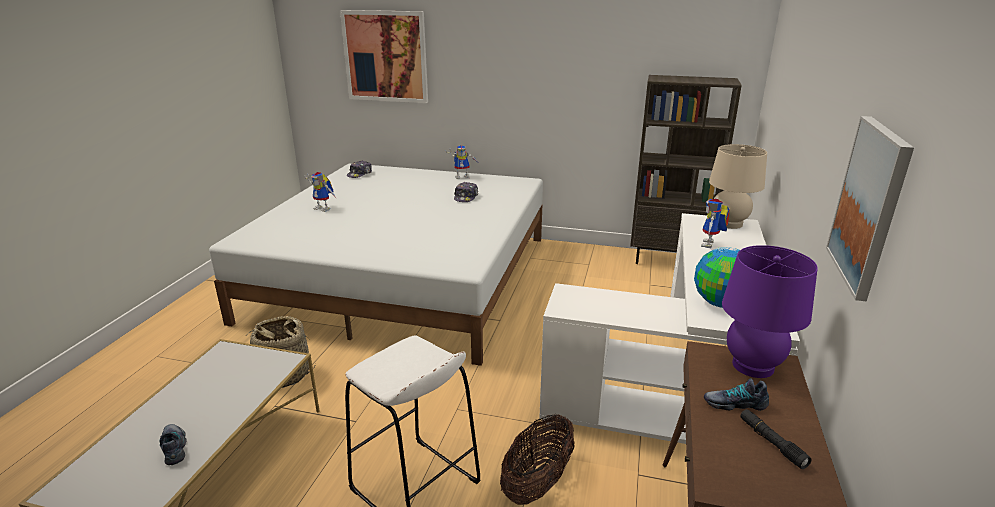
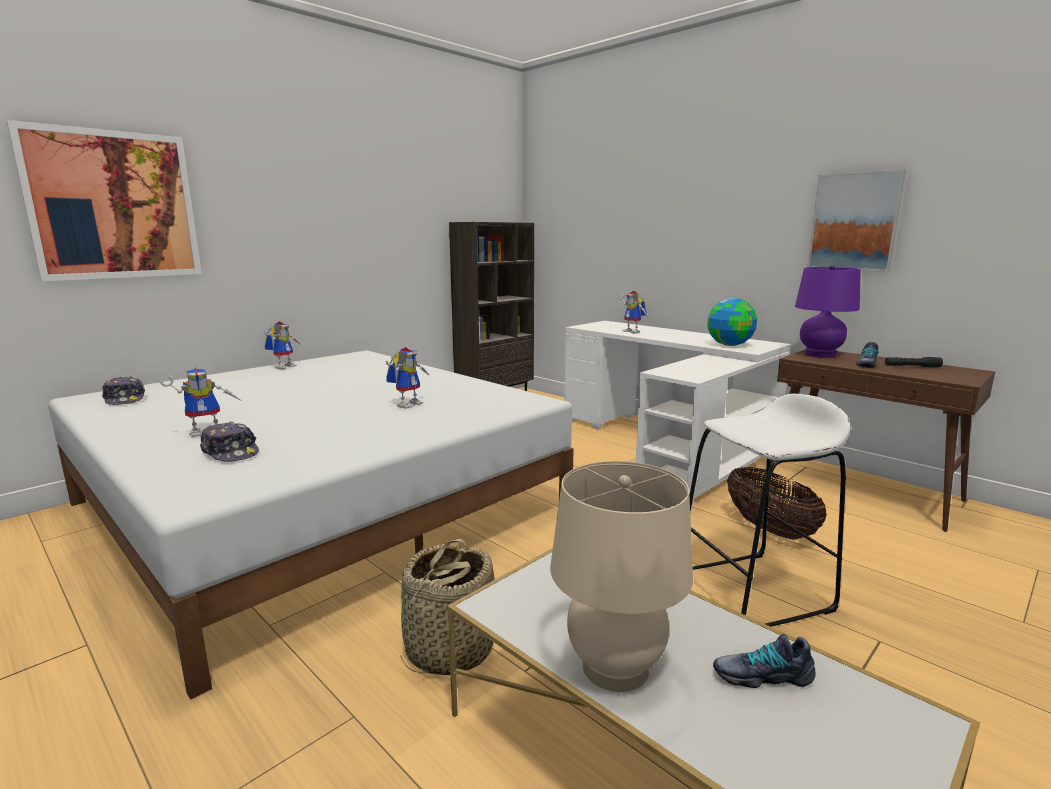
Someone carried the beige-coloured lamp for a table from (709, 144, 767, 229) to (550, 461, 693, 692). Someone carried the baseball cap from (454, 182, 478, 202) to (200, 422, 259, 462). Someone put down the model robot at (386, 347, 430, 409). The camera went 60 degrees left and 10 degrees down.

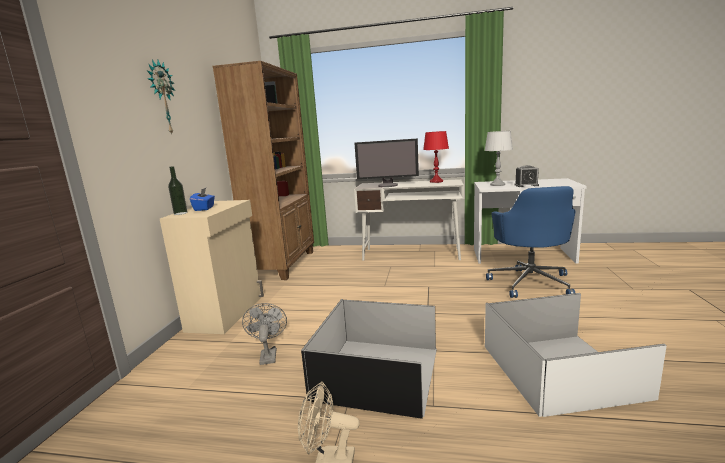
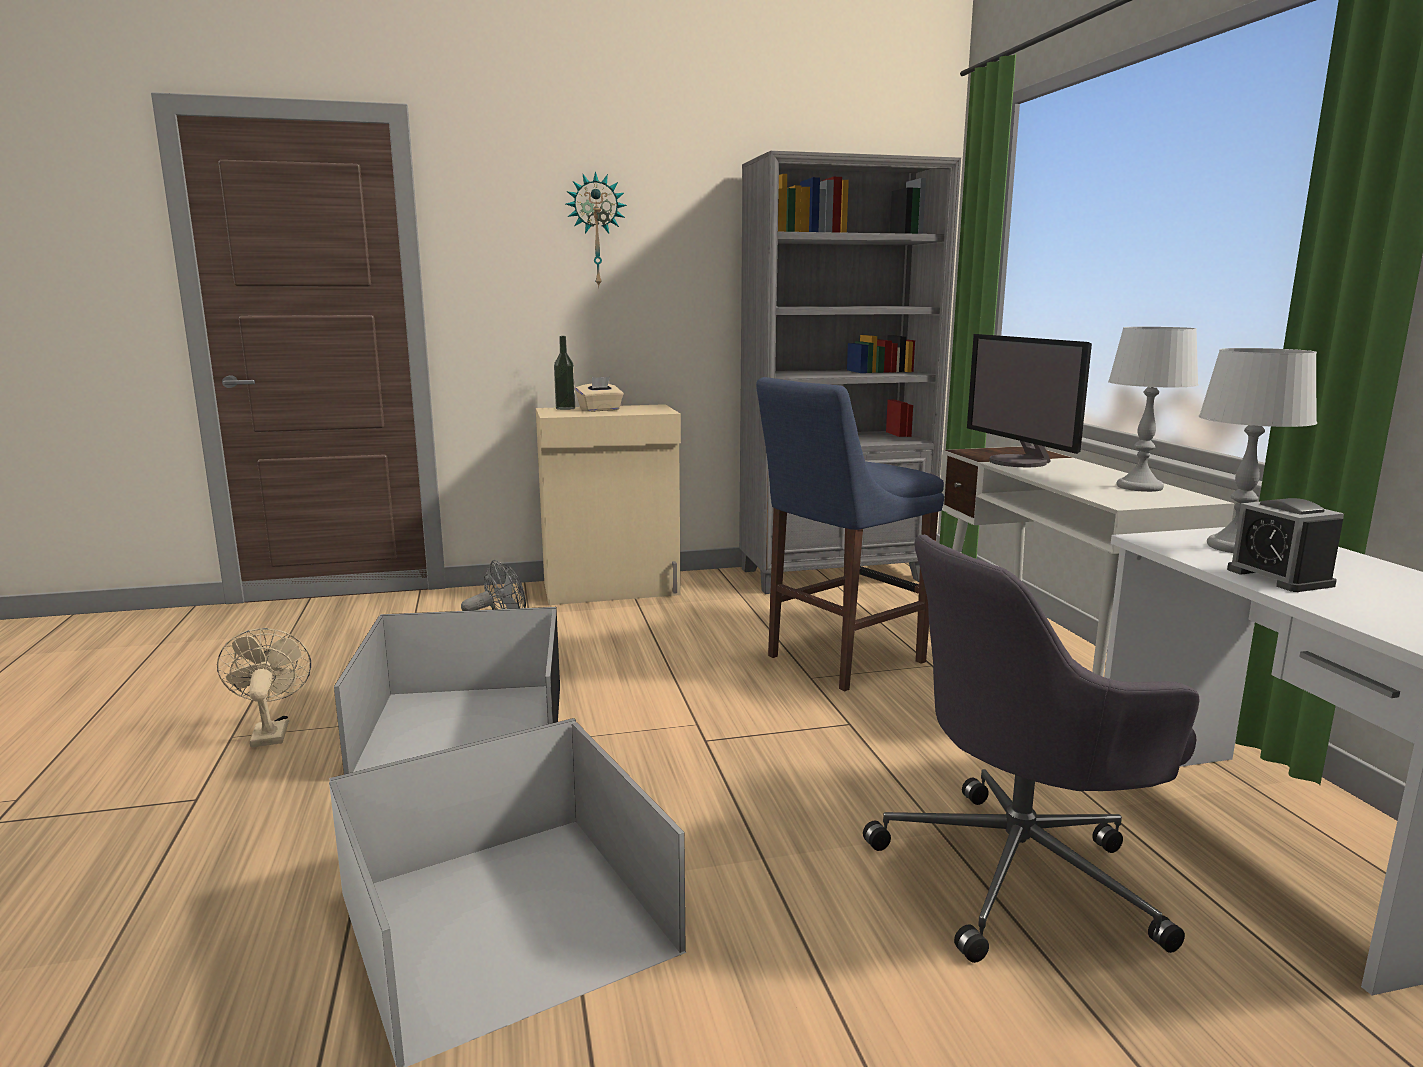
Someone repainted the brown bookshelf at (212, 61, 314, 280), which became the grey bookshelf at (739, 151, 961, 594). Someone repainted the red-coloured lamp for a table at (423, 131, 449, 183), which became the grey lamp for a table at (1108, 327, 1199, 492). Someone repainted the blue-coloured desk chair at (486, 186, 576, 298), which became the grey desk chair at (863, 535, 1199, 963). Someone repainted the blue-coloured tissue holder at (190, 188, 215, 211), which became the beige-coloured tissue holder at (575, 377, 624, 412). Someone put down the blue-coloured stool seat at (756, 377, 944, 691). The camera went 65 degrees right and 0 degrees up.

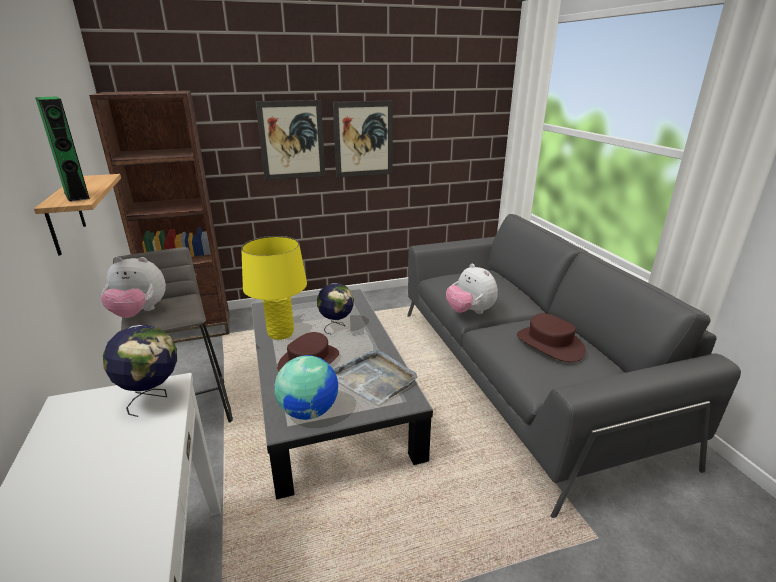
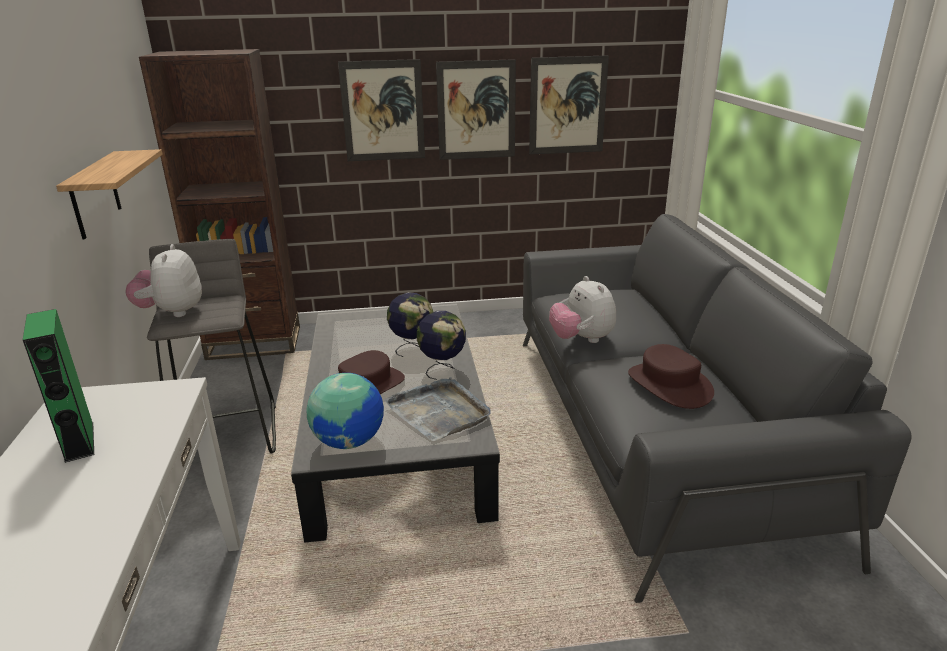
Someone carried the greenish speaker from (35, 97, 90, 202) to (23, 309, 94, 463). Someone took away the yellowish lamp for a table at (241, 236, 307, 340). Someone rotated the plush toy at (101, 257, 166, 318) by 75 degrees clockwise. Someone carried the globe from (103, 325, 177, 417) to (417, 311, 466, 380). Someone put up the wall art at (529, 55, 609, 155). The camera went 10 degrees right and 0 degrees up.

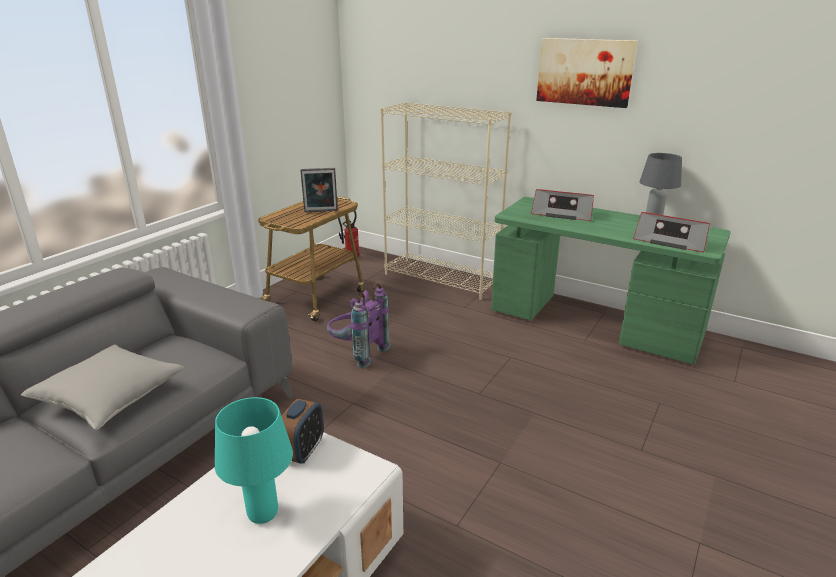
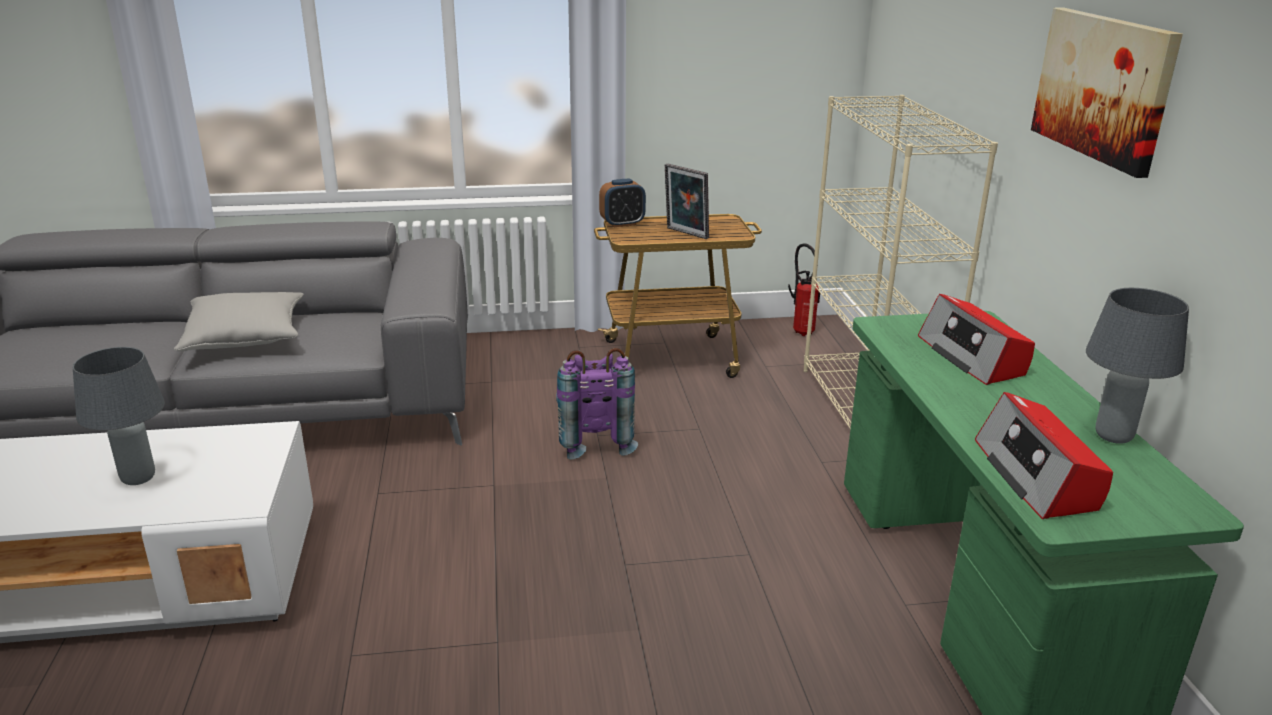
Someone repainted the turquoise-coloured lamp for a table at (215, 397, 293, 524), which became the grey lamp for a table at (73, 347, 165, 485). Someone carried the bedside clock from (282, 399, 324, 463) to (599, 179, 646, 227). The camera went 50 degrees right and 0 degrees up.

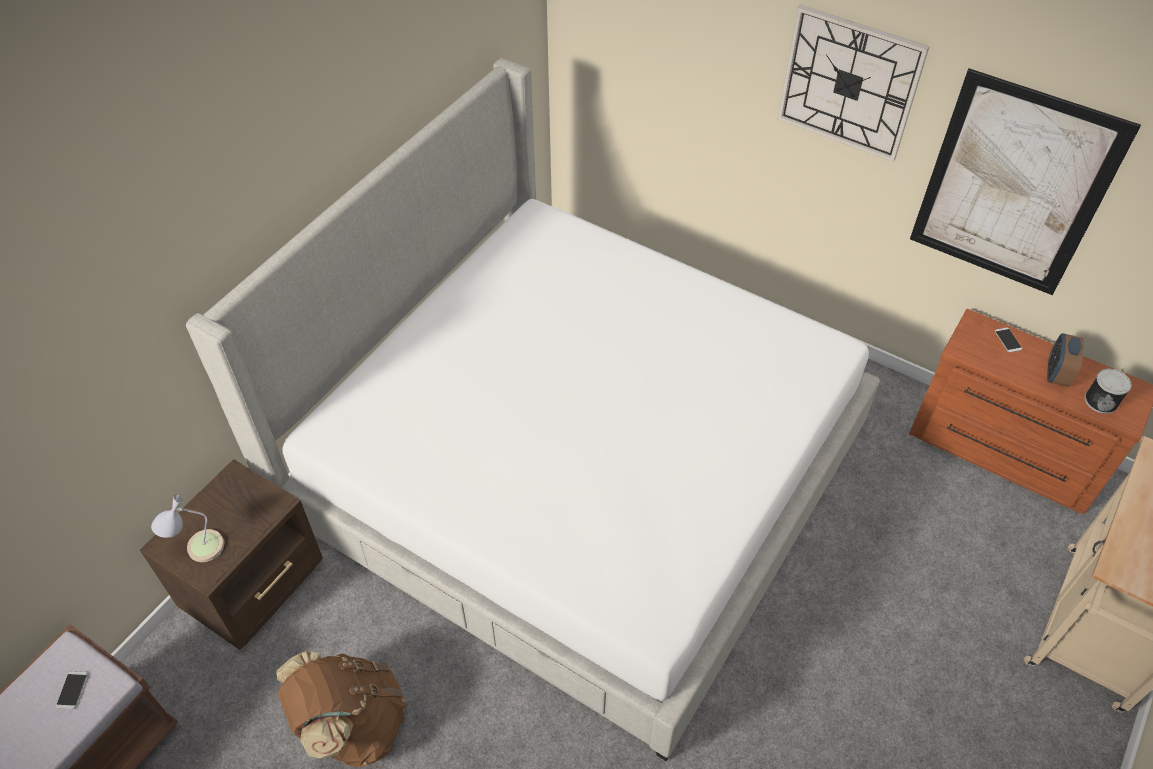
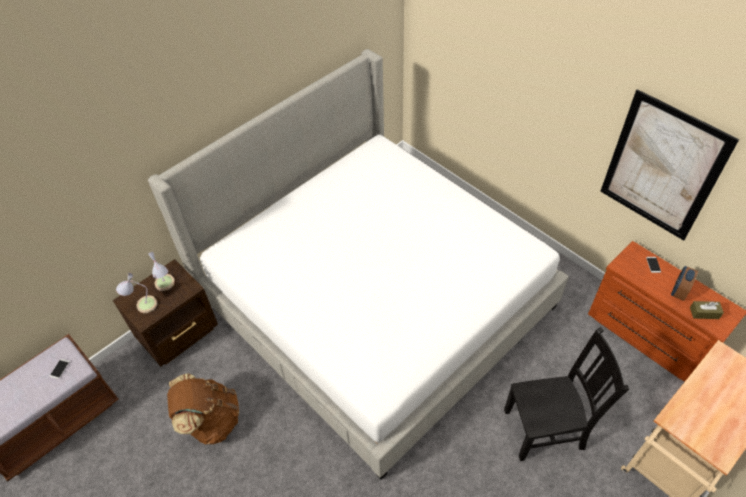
Someone took away the clock on the wall at (777, 4, 930, 162). Someone swapped the can at (1085, 368, 1132, 414) for the brown tissue holder at (690, 301, 724, 319). Someone put down the lamp for a table at (148, 252, 175, 291). Someone put down the black plain chair at (504, 327, 629, 461). The camera went 15 degrees right and 0 degrees up.

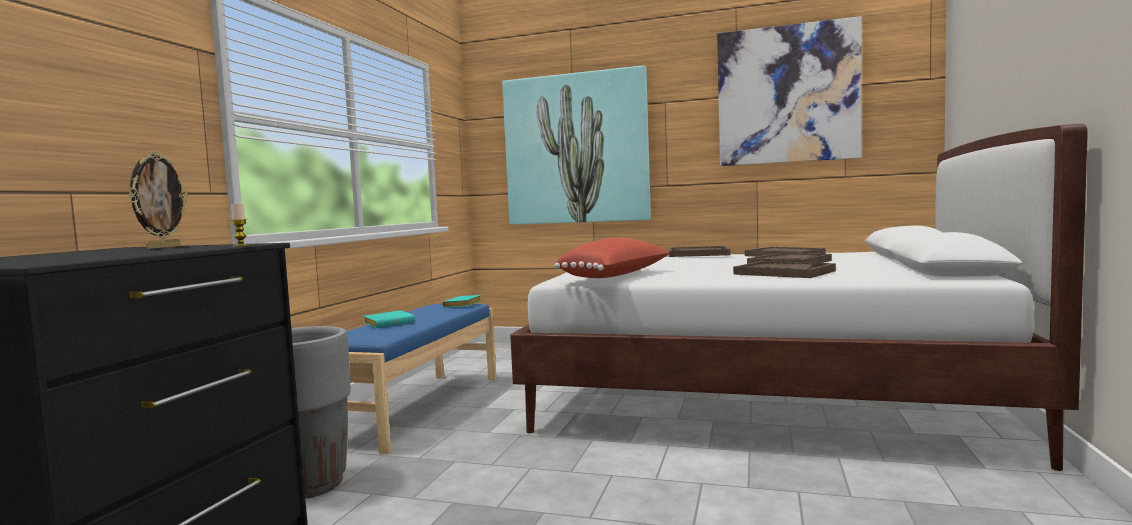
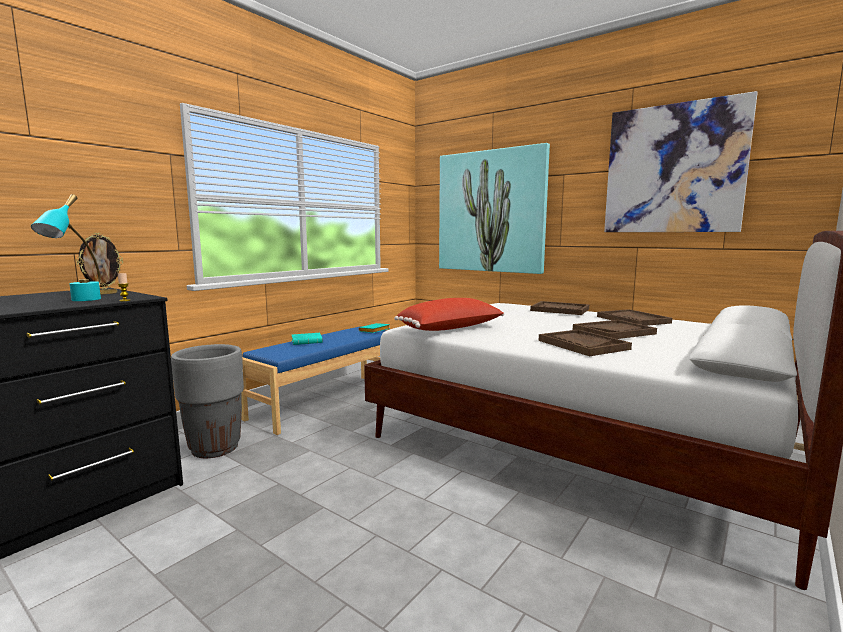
Someone put down the turquoise-coloured lamp for a table at (31, 194, 101, 301). The camera went 20 degrees right and 5 degrees up.

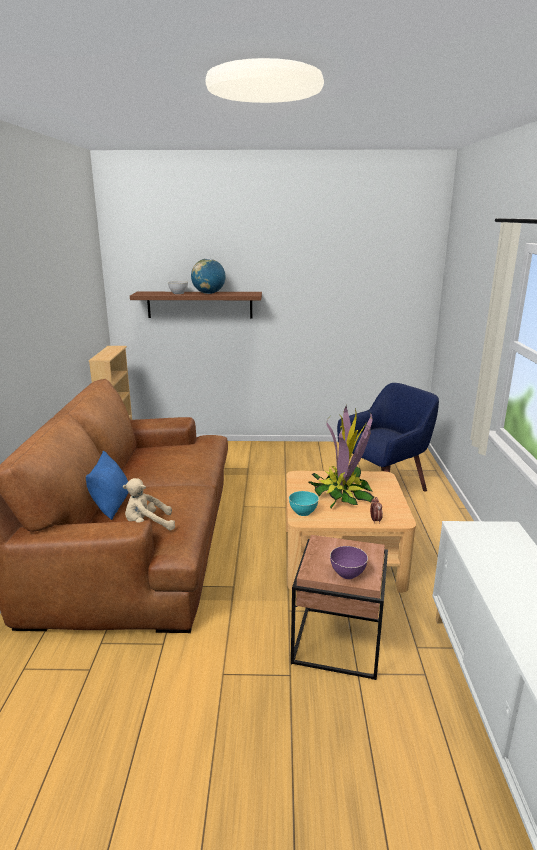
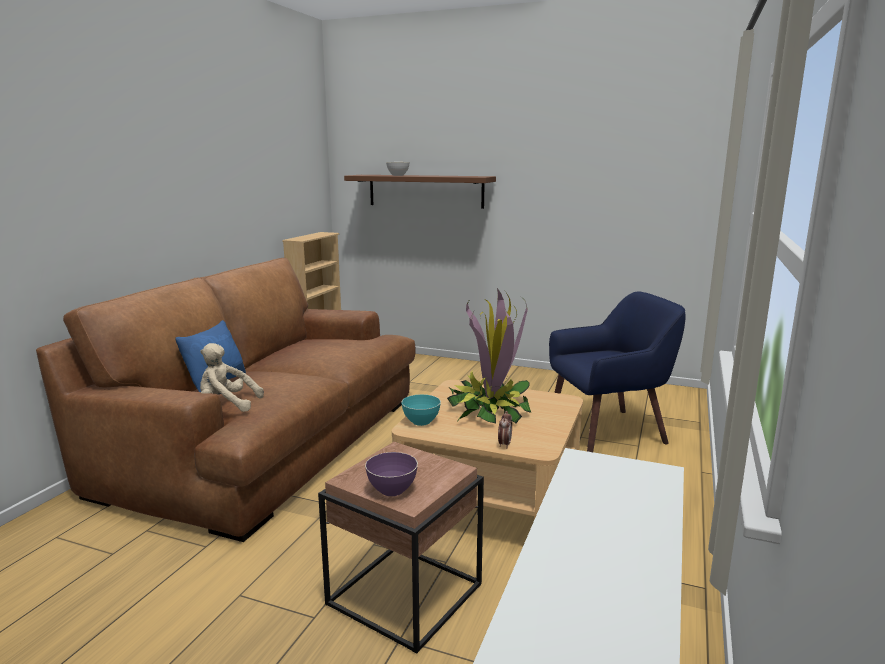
Someone took away the globe at (191, 258, 225, 294). The camera went 20 degrees right and 5 degrees down.

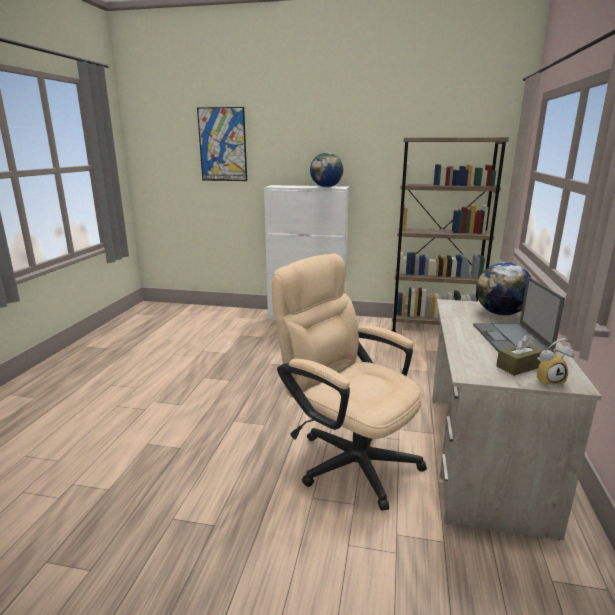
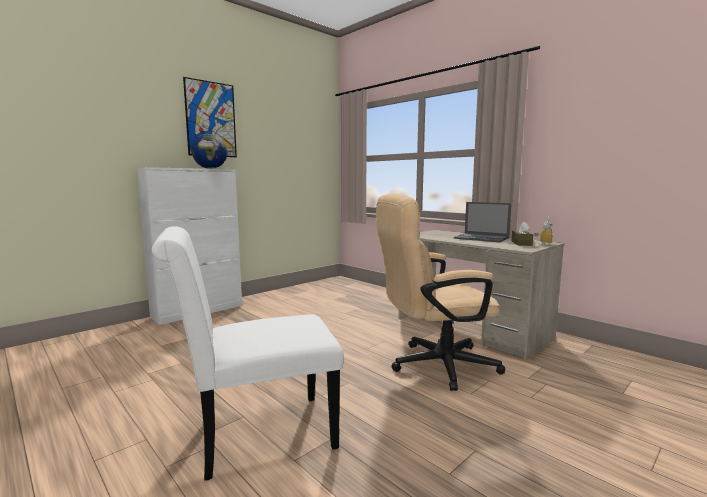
Someone carried the wall art from (197, 107, 247, 181) to (183, 77, 237, 157). Someone took away the brown bookshelf at (392, 138, 509, 332). Someone took away the globe at (476, 262, 531, 315). Someone put down the whitish plain chair at (152, 226, 344, 481). The camera went 55 degrees left and 10 degrees down.

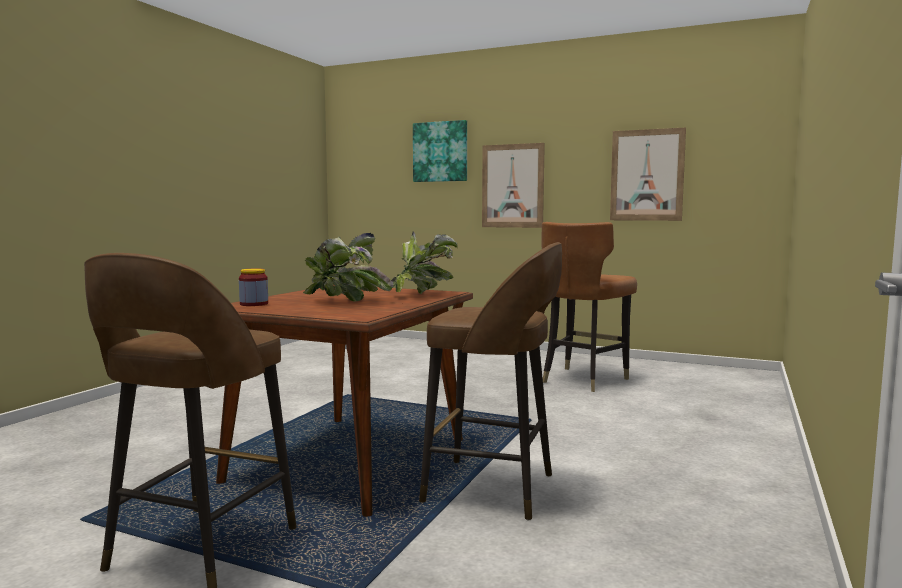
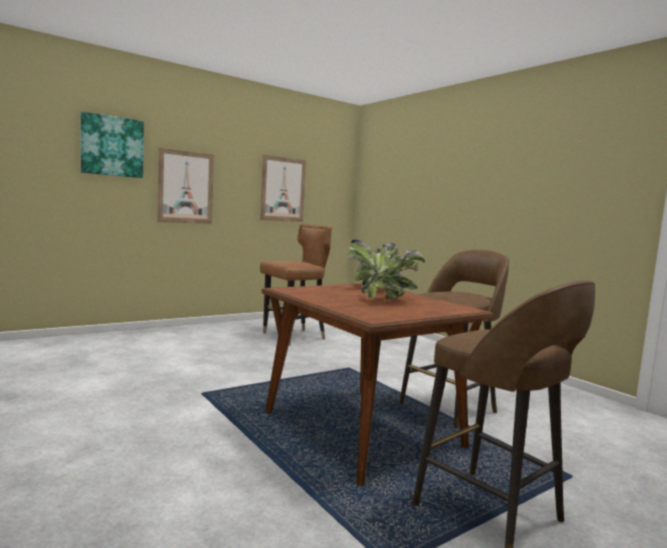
Someone rotated the brown plain chair at (542, 222, 637, 392) by 105 degrees counterclockwise. Someone took away the storage jar at (239, 268, 268, 306). The camera went 60 degrees left and 0 degrees up.

